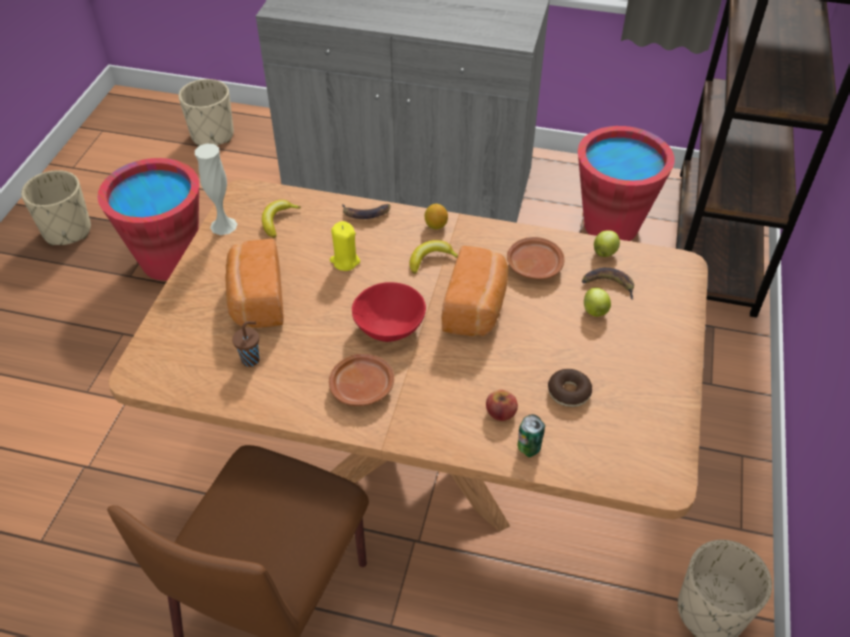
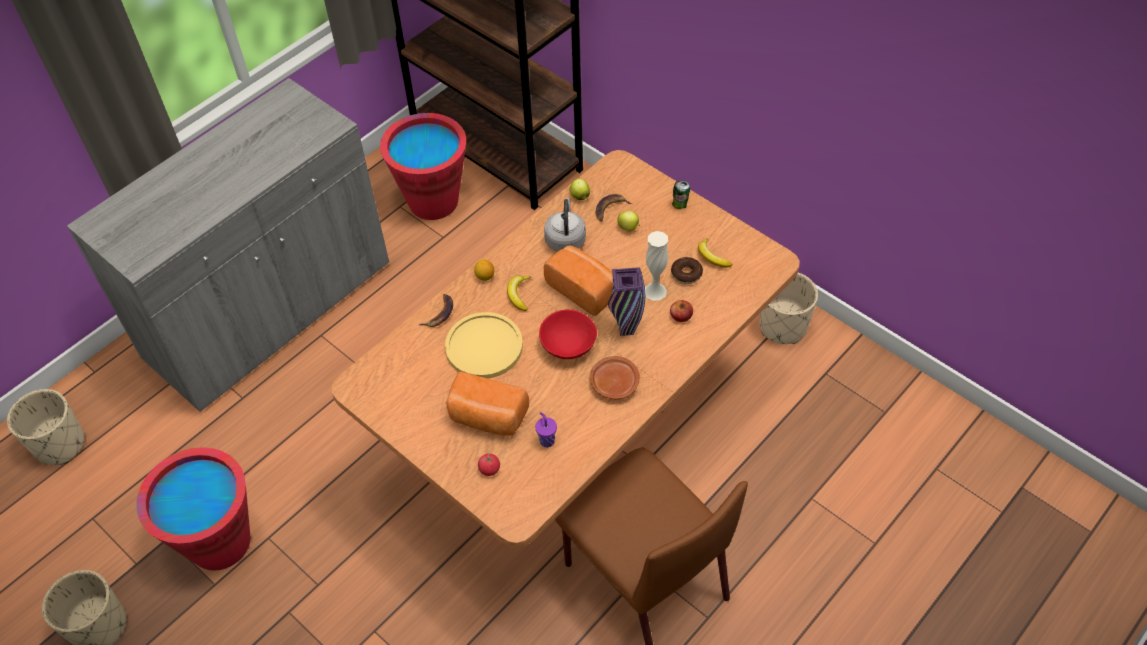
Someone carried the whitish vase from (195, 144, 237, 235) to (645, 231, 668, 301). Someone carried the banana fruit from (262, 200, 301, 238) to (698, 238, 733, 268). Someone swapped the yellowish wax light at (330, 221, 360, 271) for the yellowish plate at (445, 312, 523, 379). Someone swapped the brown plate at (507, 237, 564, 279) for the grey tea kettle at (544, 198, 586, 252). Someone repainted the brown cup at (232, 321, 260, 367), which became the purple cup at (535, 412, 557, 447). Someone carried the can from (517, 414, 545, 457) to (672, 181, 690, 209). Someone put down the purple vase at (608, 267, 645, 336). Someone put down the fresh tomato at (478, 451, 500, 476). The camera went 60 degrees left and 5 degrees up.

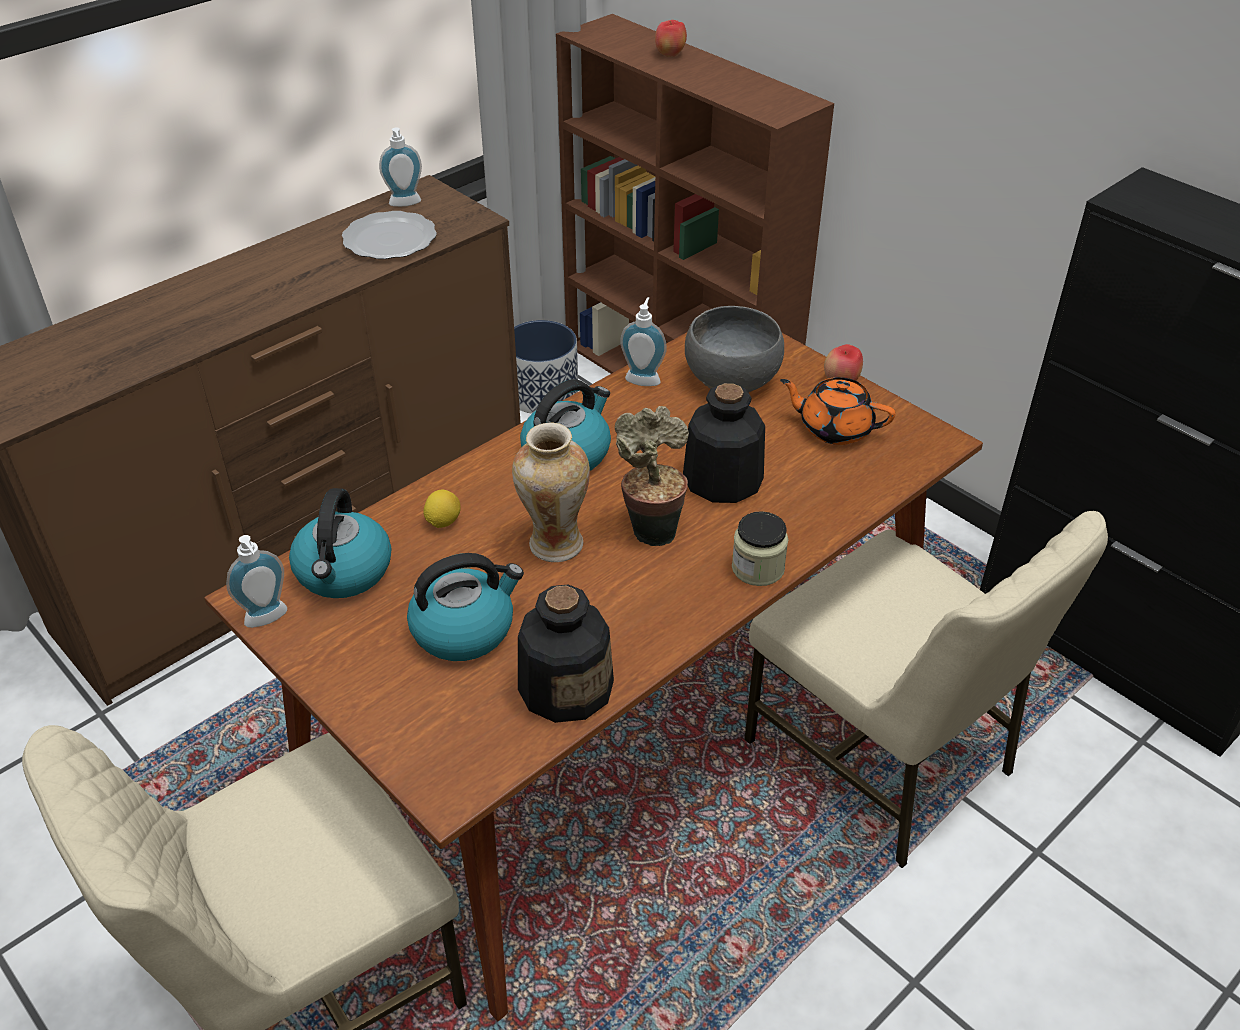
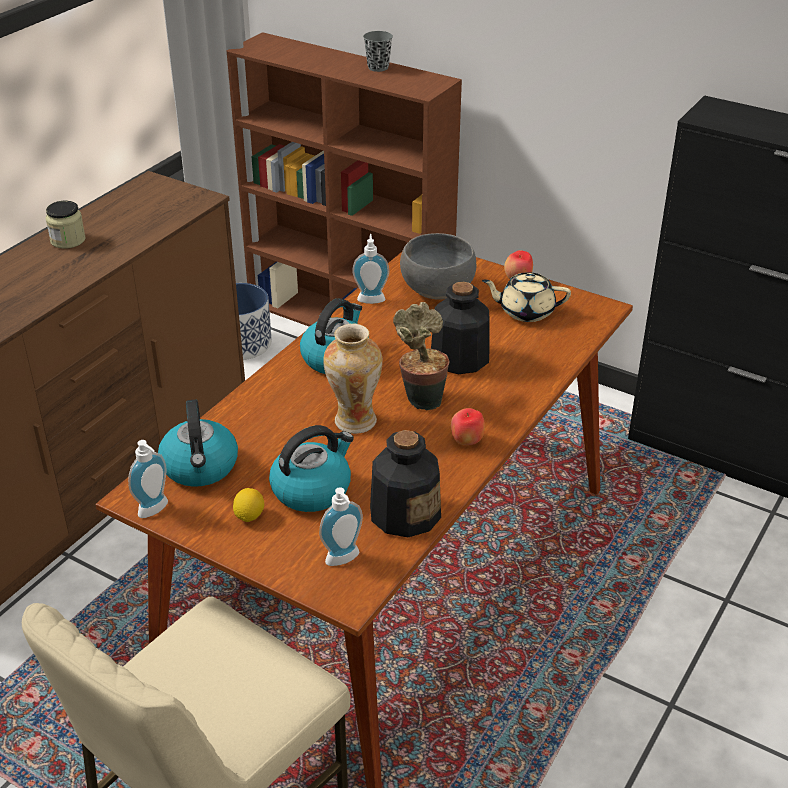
Someone carried the apple from (655, 20, 687, 57) to (451, 408, 485, 445). Someone carried the soap bottle from (379, 128, 422, 207) to (319, 487, 363, 566). Someone took away the plate at (342, 211, 437, 259). Someone repainted the orange pot for tea at (780, 377, 896, 445), which became the beige-coloured pot for tea at (482, 272, 571, 322). Someone carried the whole lemon from (423, 490, 461, 528) to (233, 488, 264, 522). Someone carried the storage jar from (732, 511, 789, 586) to (45, 201, 86, 249). Someone took away the beige-coloured plain chair at (744, 511, 1108, 868). Someone put down the grey cup at (363, 31, 393, 72). The camera went 15 degrees left and 5 degrees down.

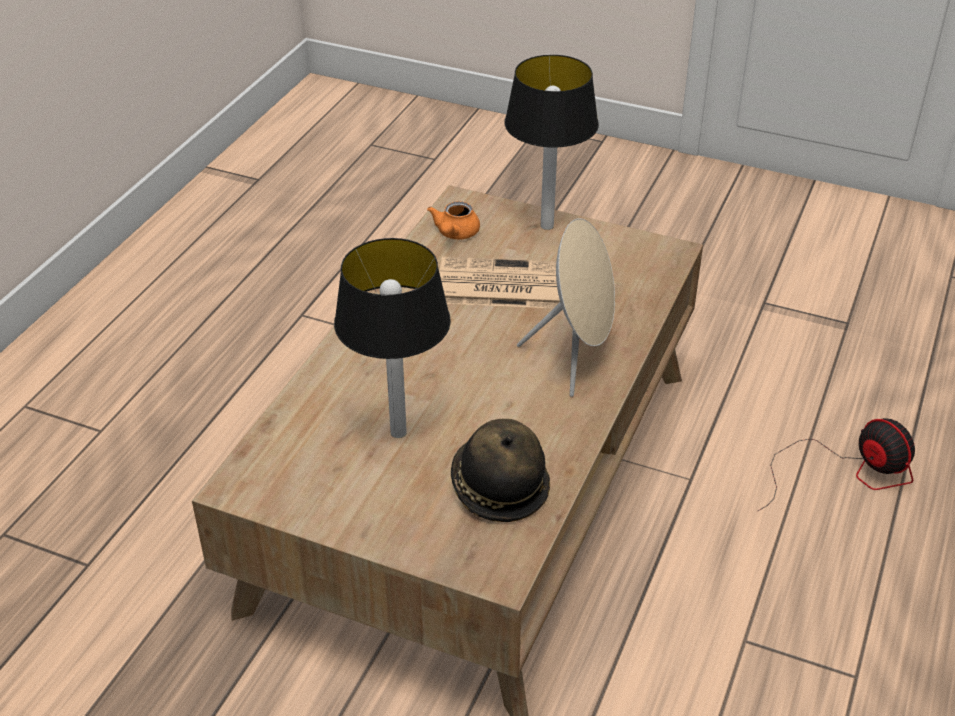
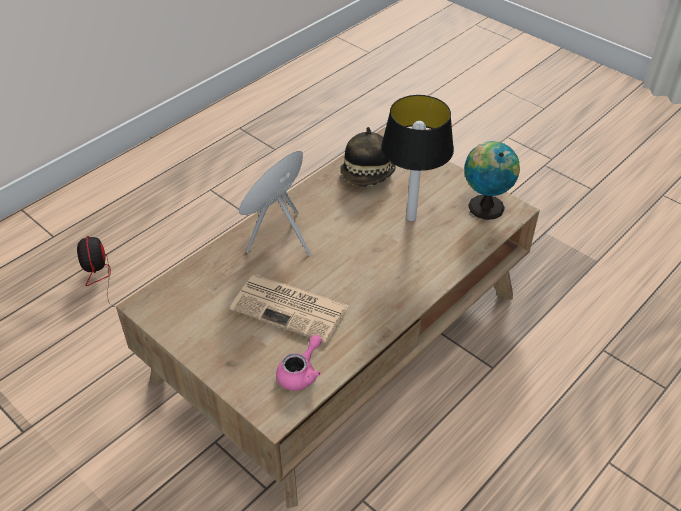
Someone took away the lamp for a table at (505, 55, 599, 230). Someone repainted the orange pot for tea at (427, 201, 480, 239), which became the pink pot for tea at (276, 335, 322, 391). Someone put down the globe at (464, 141, 520, 220). The camera went 160 degrees left and 5 degrees up.

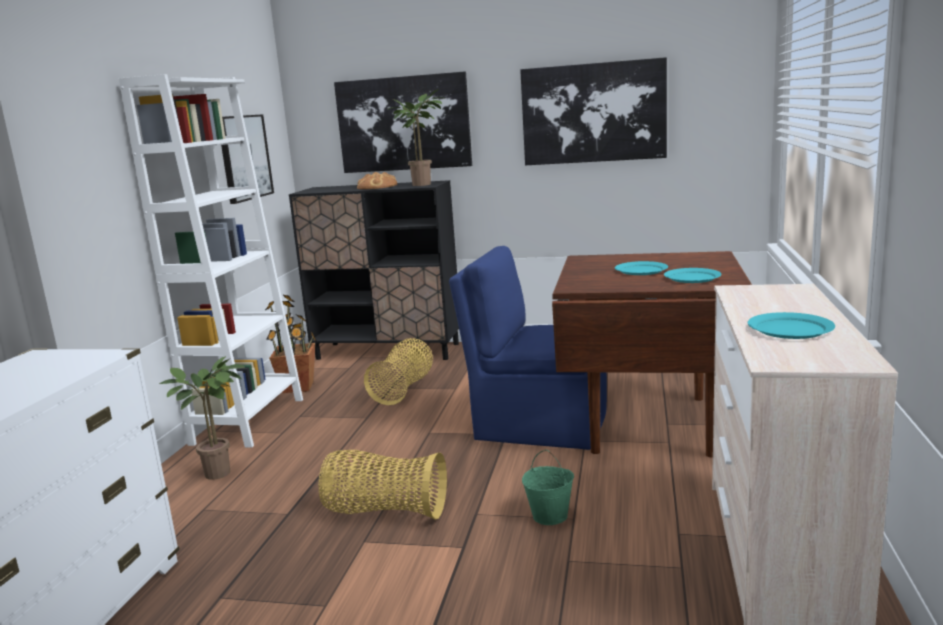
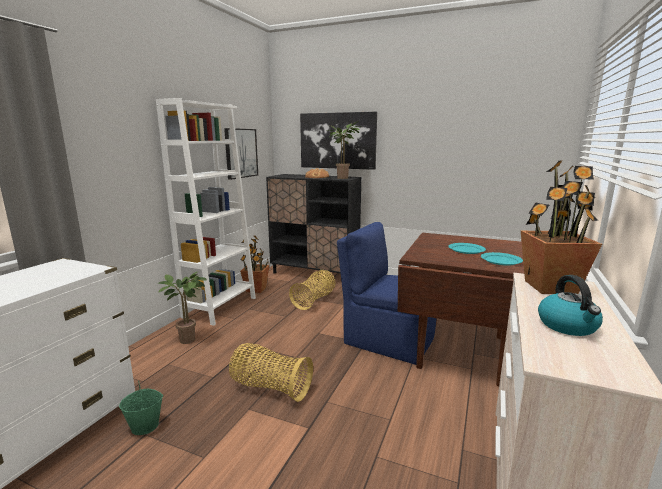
Someone took away the wall art at (520, 57, 667, 165). Someone swapped the turquoise-coloured plate at (748, 312, 835, 339) for the tea kettle at (538, 275, 603, 336). Someone carried the greenish water bucket from (522, 450, 574, 525) to (119, 380, 163, 435). Someone put down the plant in a pot at (521, 161, 602, 294). The camera went 10 degrees right and 0 degrees up.

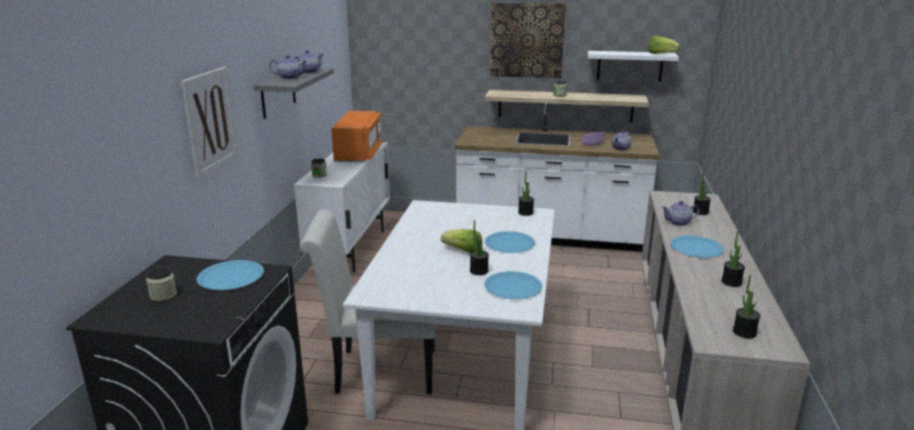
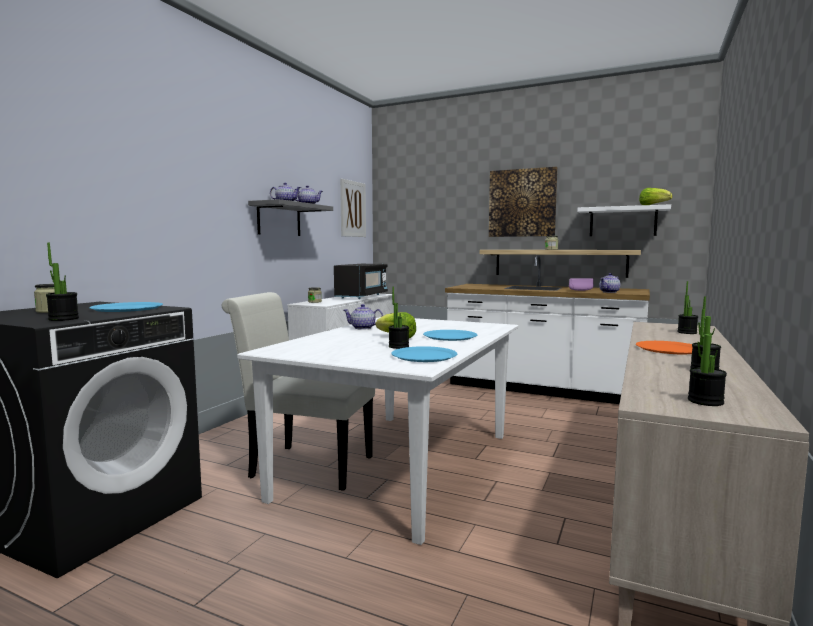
Someone carried the wall art from (181, 67, 239, 180) to (340, 179, 366, 237). Someone repainted the orange kitchen microwave at (331, 110, 383, 162), which became the black kitchen microwave at (334, 264, 388, 299). Someone carried the plant in a pot from (518, 171, 534, 216) to (46, 242, 79, 321). Someone carried the pot for tea from (662, 201, 699, 226) to (344, 304, 383, 330). Someone repainted the blue-coloured plate at (670, 236, 724, 258), which became the orange plate at (636, 341, 692, 354). The camera went 15 degrees right and 15 degrees down.

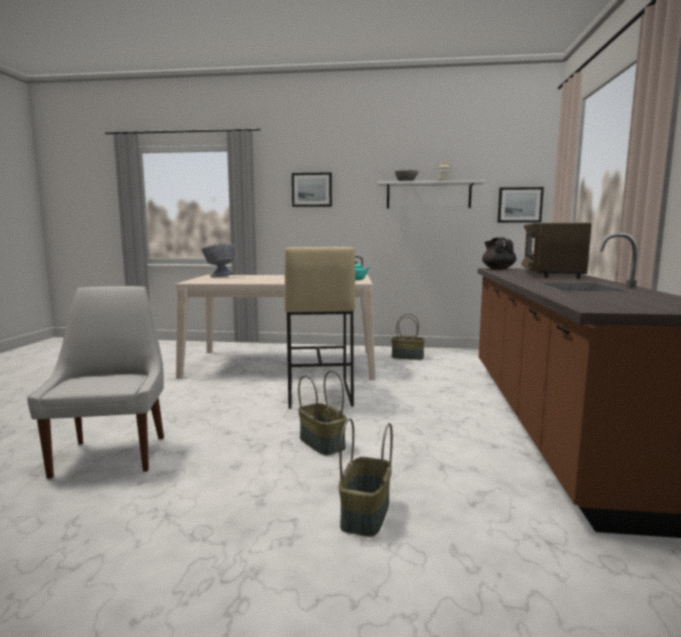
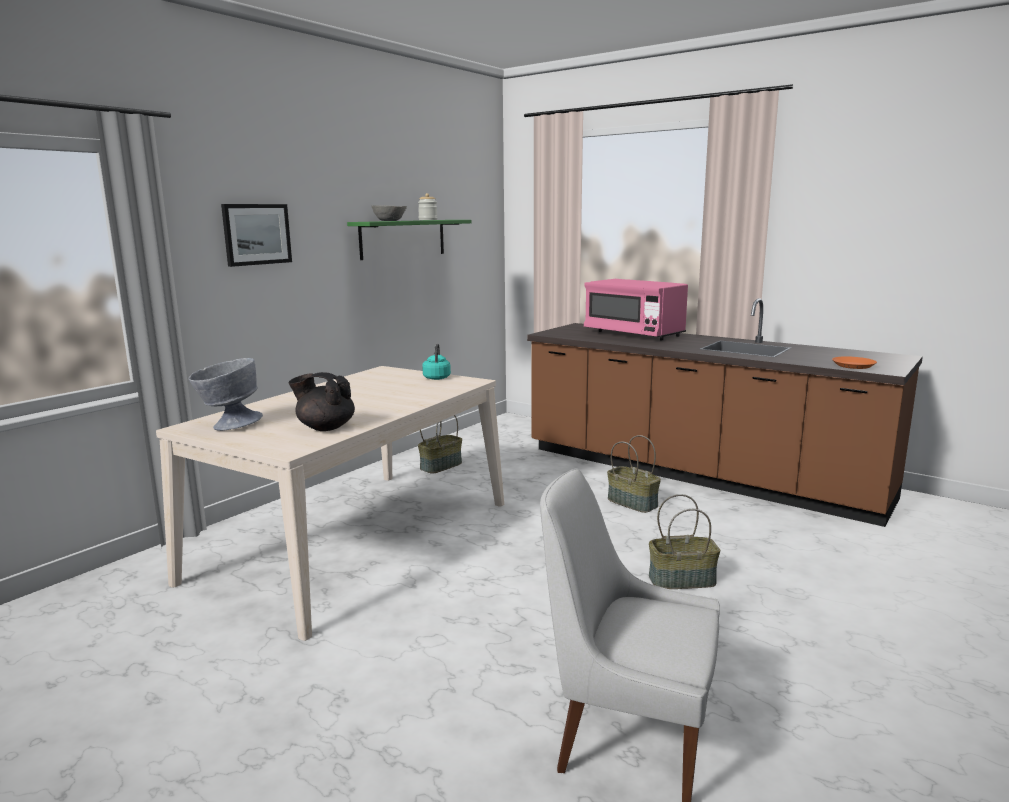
Someone repainted the whitish shelf at (377, 180, 485, 209), which became the greenish shelf at (347, 220, 471, 260). Someone took away the wall art at (497, 187, 544, 223). Someone repainted the brown kitchen microwave at (522, 223, 592, 278), which became the pink kitchen microwave at (584, 279, 688, 340). Someone carried the black pot for tea from (482, 237, 516, 270) to (288, 372, 355, 431). Someone took away the beige-coloured stool seat at (284, 247, 355, 409). Someone carried the household basket from (339, 418, 393, 537) to (607, 435, 661, 513). Someone put down the orange plate at (832, 356, 877, 369). The camera went 60 degrees left and 5 degrees up.

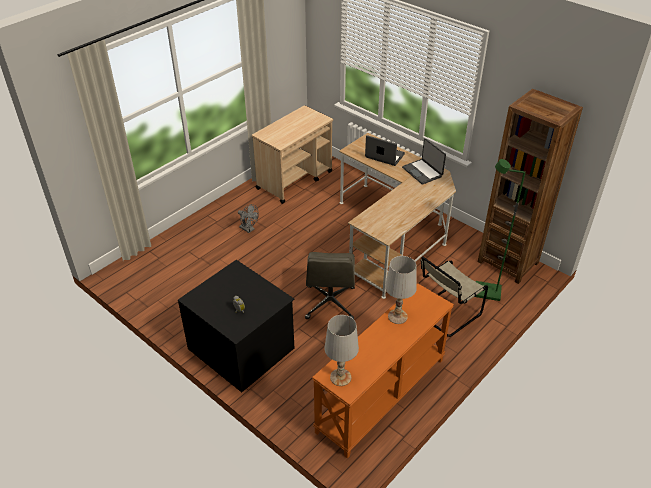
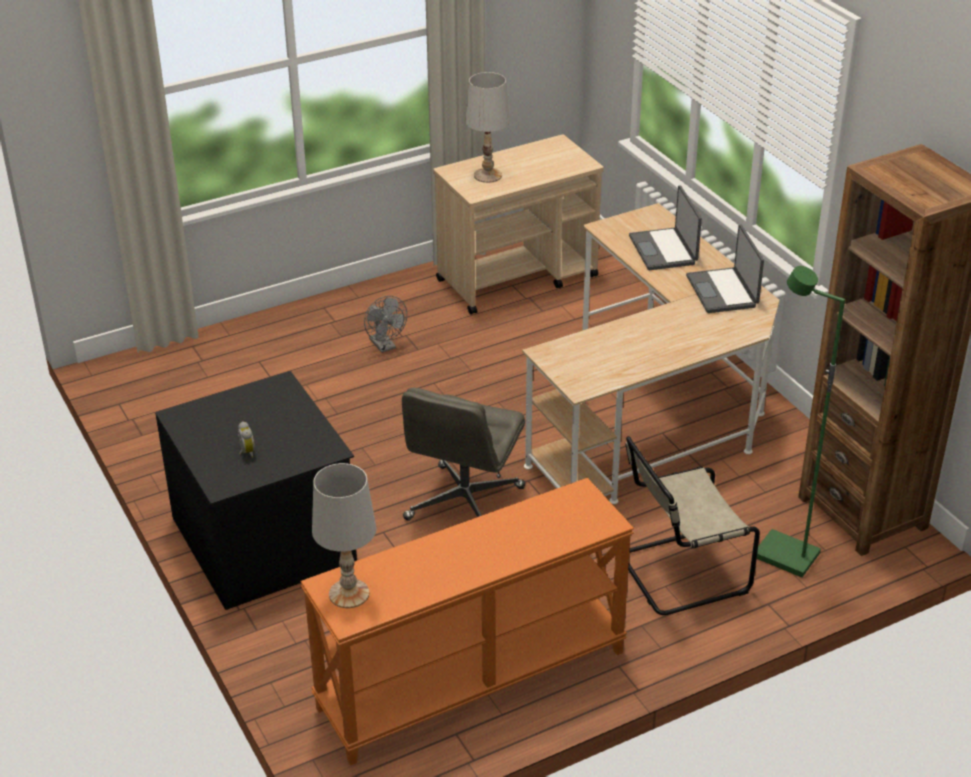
Someone rotated the portable computer at (365, 135, 405, 166) by 150 degrees counterclockwise. Someone carried the whitish lamp for a table from (385, 256, 417, 324) to (465, 72, 510, 183). The camera went 20 degrees right and 5 degrees down.

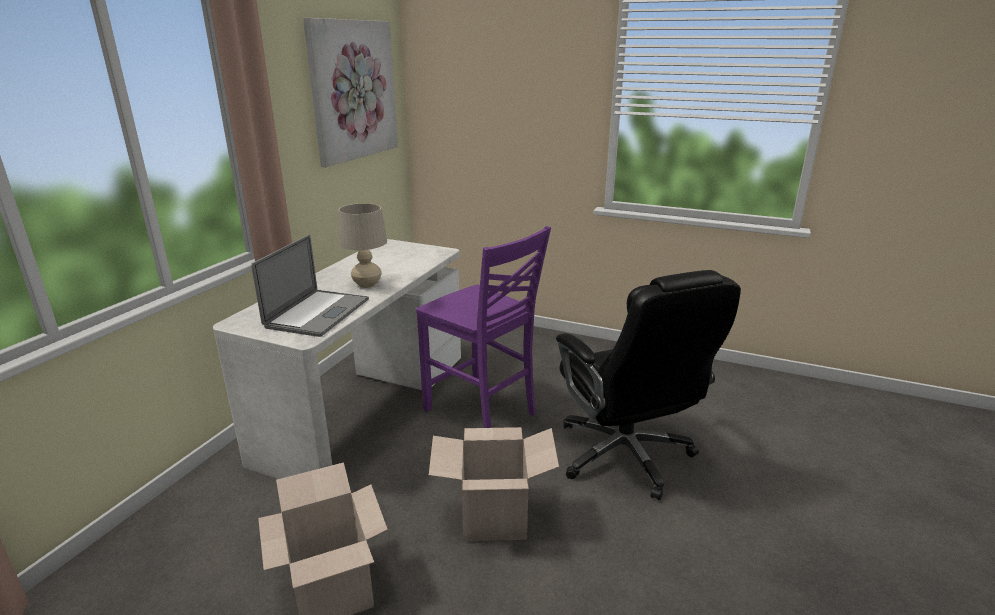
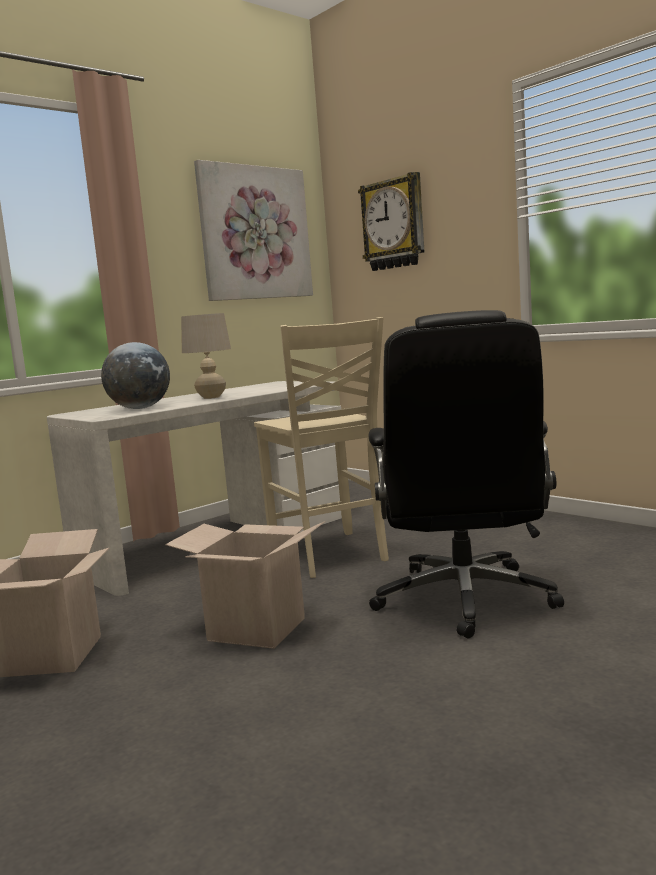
Someone repainted the purple plain chair at (416, 226, 551, 428), which became the beige-coloured plain chair at (254, 317, 389, 578). Someone swapped the portable computer at (251, 235, 369, 337) for the globe at (101, 342, 170, 409). Someone put up the clock on the wall at (358, 172, 425, 271). The camera went 25 degrees right and 15 degrees down.

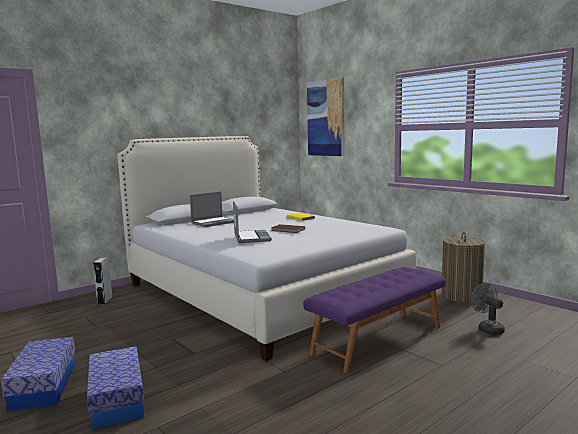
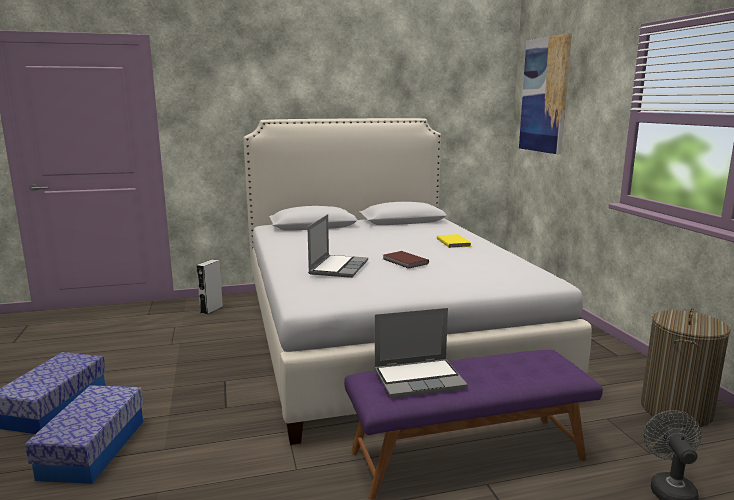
Someone carried the portable computer from (190, 192, 234, 227) to (374, 308, 468, 398). The camera went 25 degrees right and 5 degrees up.

